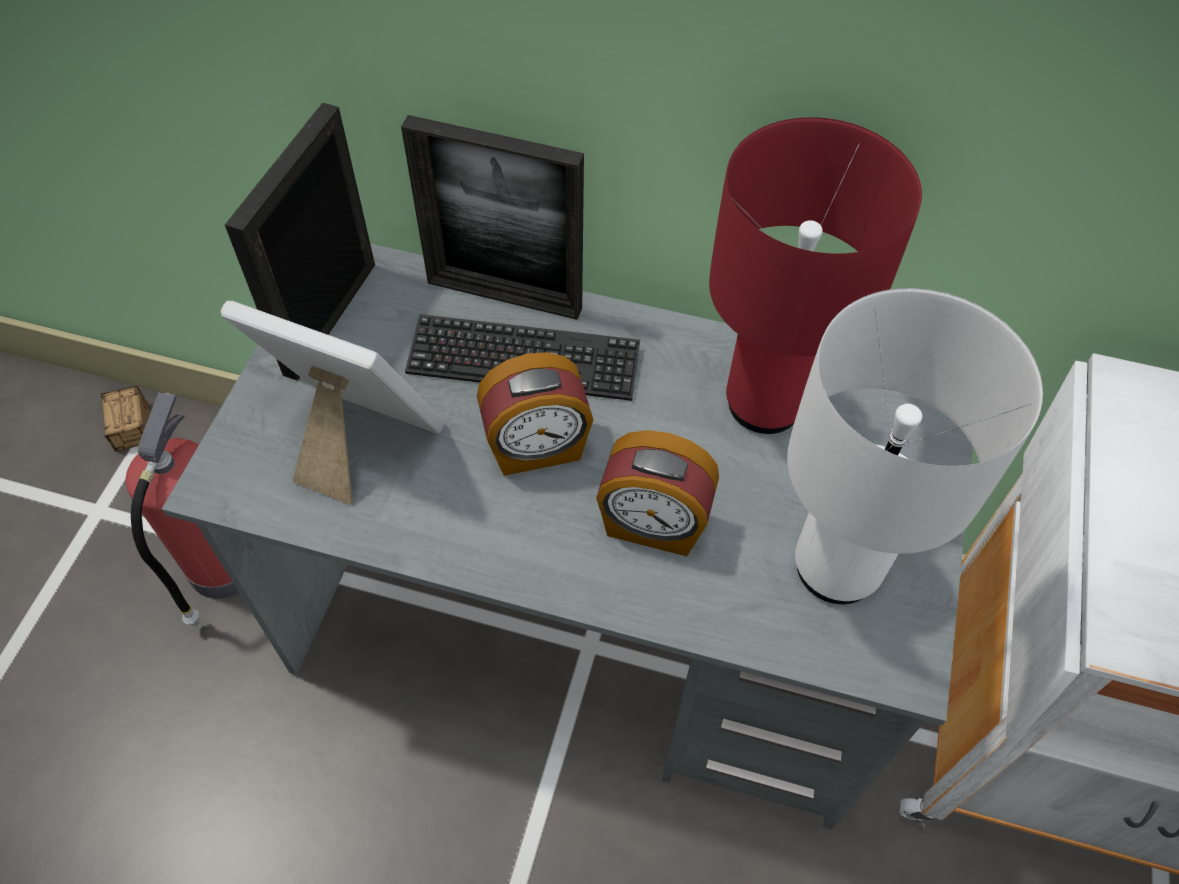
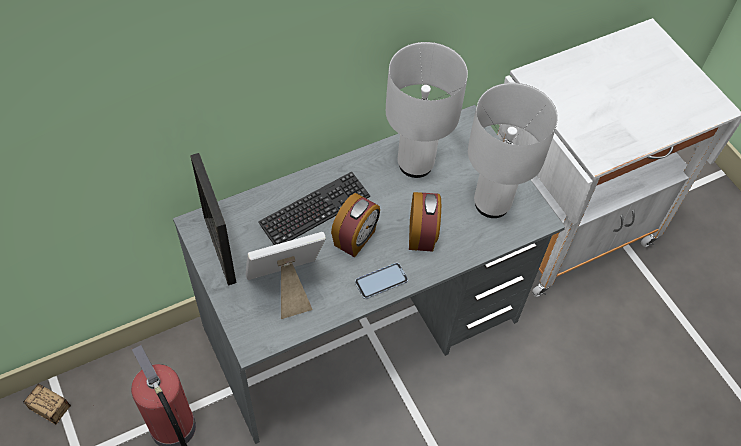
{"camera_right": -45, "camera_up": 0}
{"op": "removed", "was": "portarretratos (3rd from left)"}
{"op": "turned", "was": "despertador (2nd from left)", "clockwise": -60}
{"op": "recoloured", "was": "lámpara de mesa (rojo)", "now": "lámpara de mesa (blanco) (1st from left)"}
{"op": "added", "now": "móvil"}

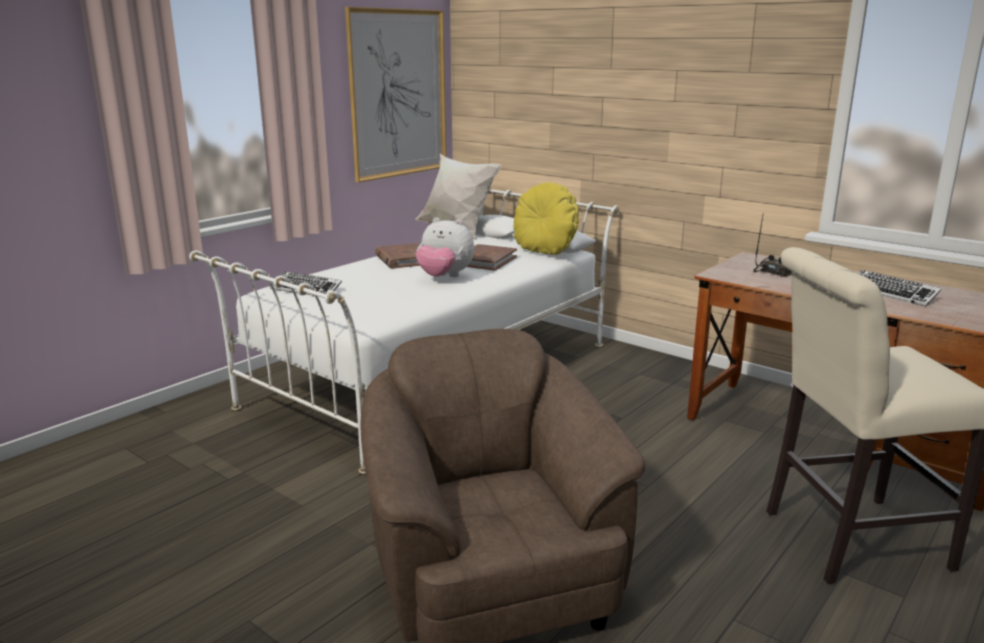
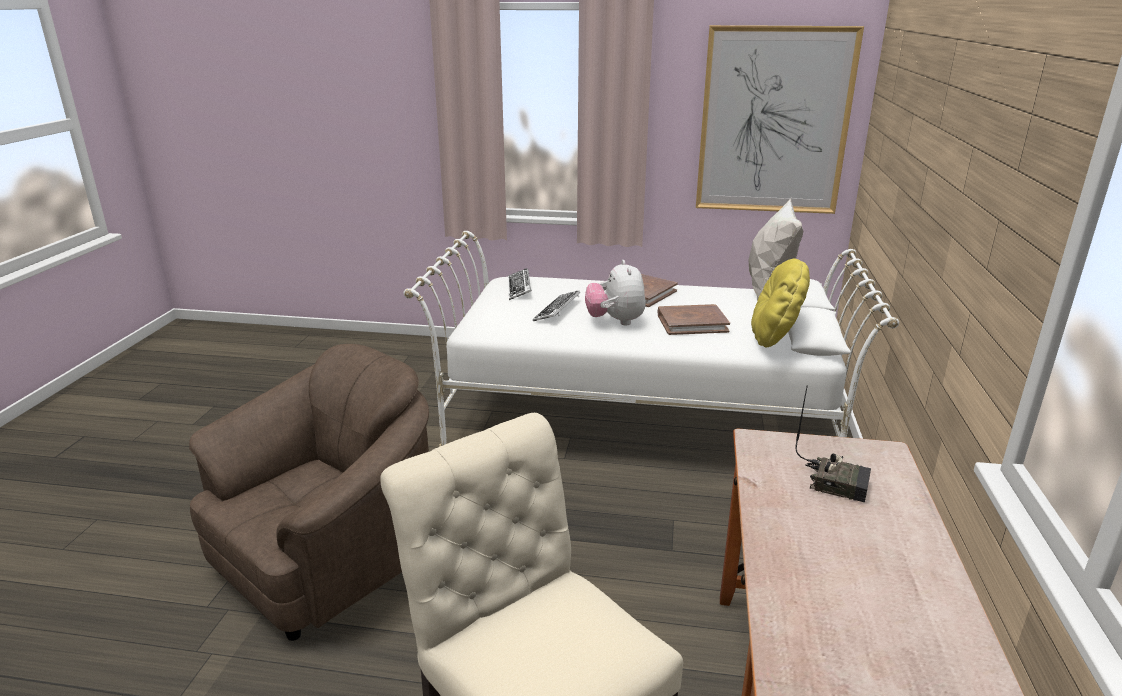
{"camera_right": 60, "camera_up": 5}
{"op": "moved", "was": "teclado (2nd from left)"}

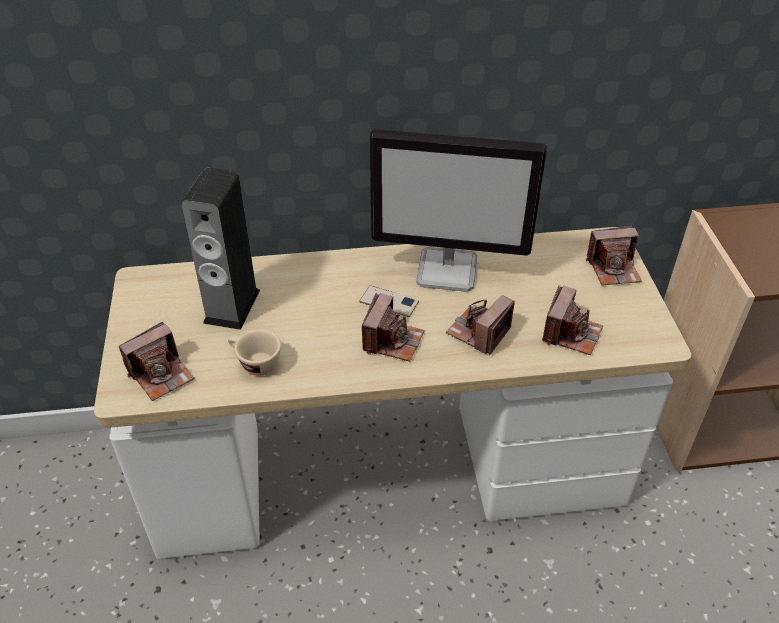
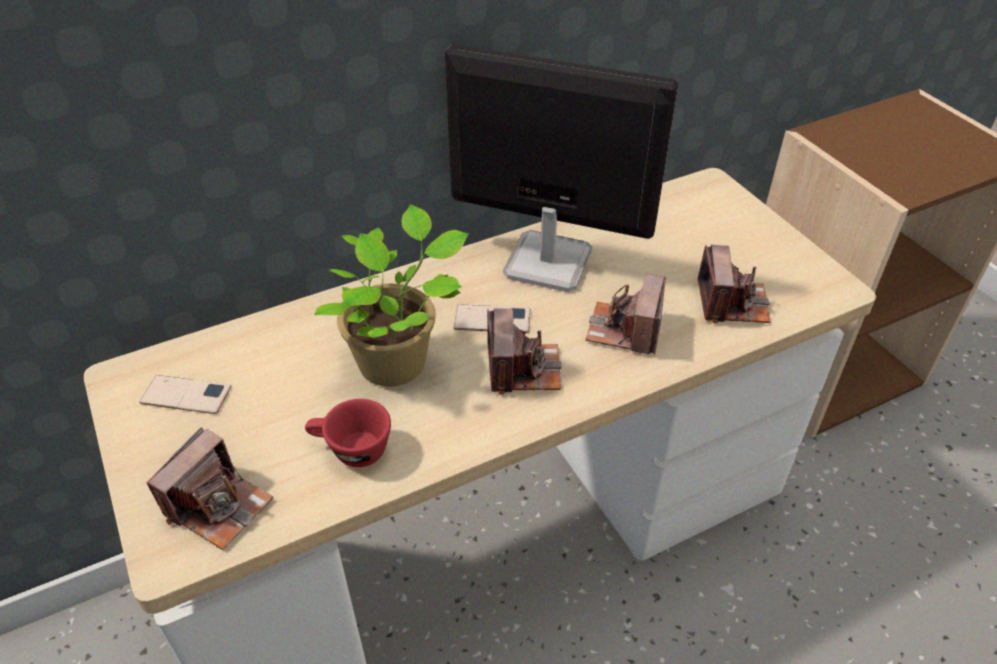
{"camera_right": -20, "camera_up": 0}
{"op": "removed", "was": "altavoz"}
{"op": "recoloured", "was": "taza (beis)", "now": "taza (rojo)"}
{"op": "turned", "was": "monitor", "clockwise": -150}
{"op": "removed", "was": "cámara (5th from left)"}
{"op": "added", "now": "móvil (1st from left)"}
{"op": "added", "now": "planta en maceta"}

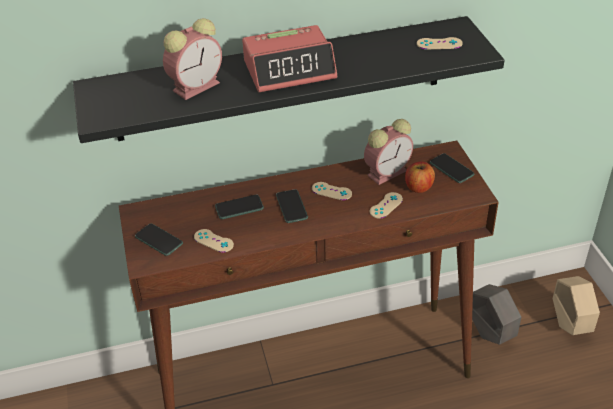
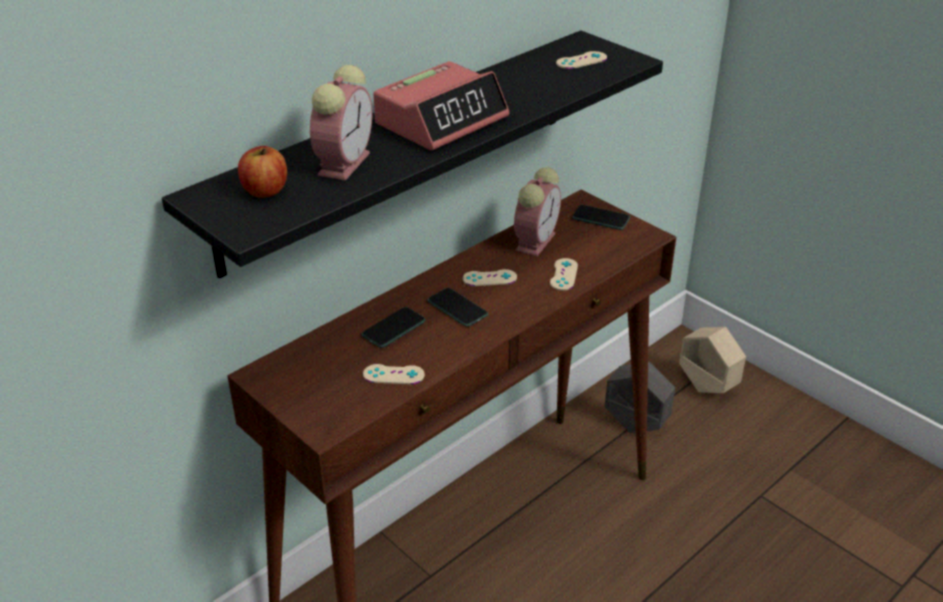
{"camera_right": -30, "camera_up": -5}
{"op": "removed", "was": "móvil (1st from left)"}
{"op": "moved", "was": "manzana"}

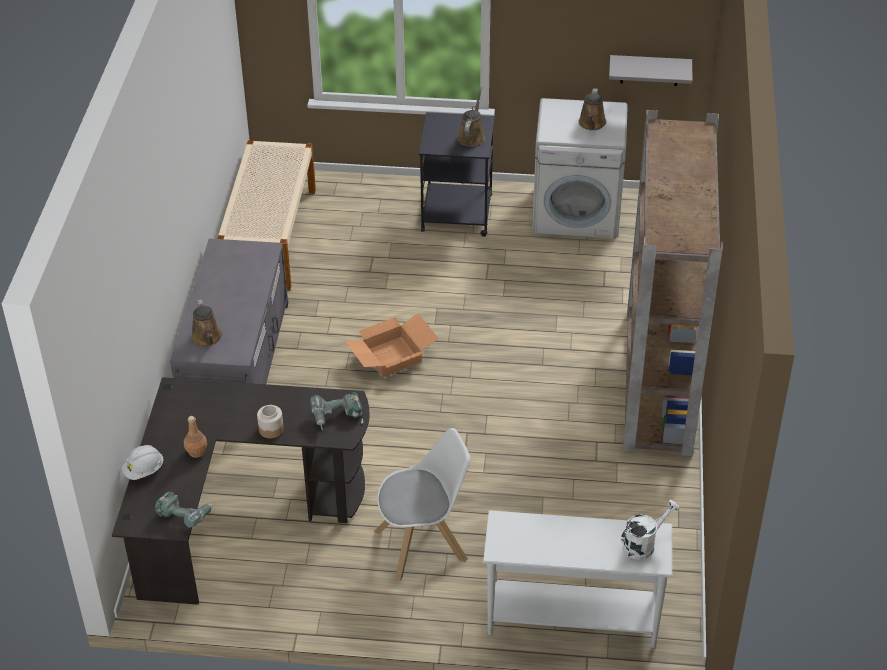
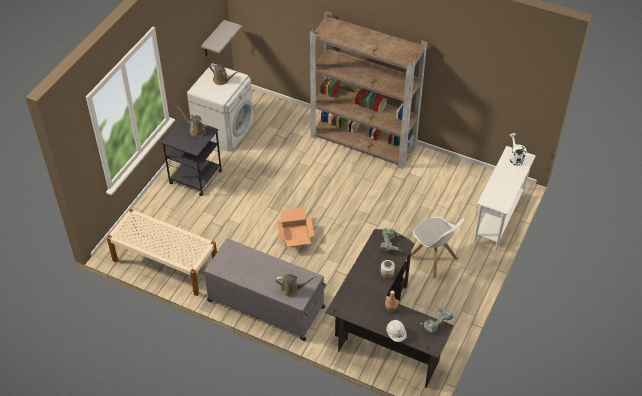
{"camera_right": -70, "camera_up": 5}
{"op": "turned", "was": "silla", "clockwise": 135}

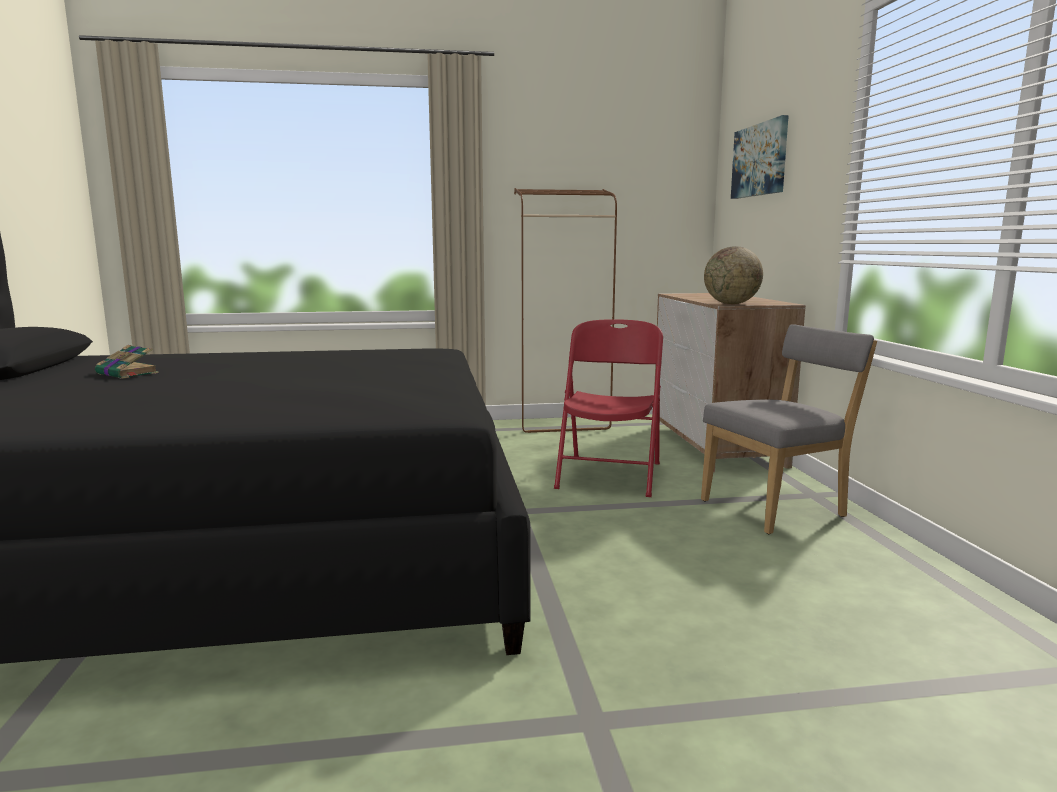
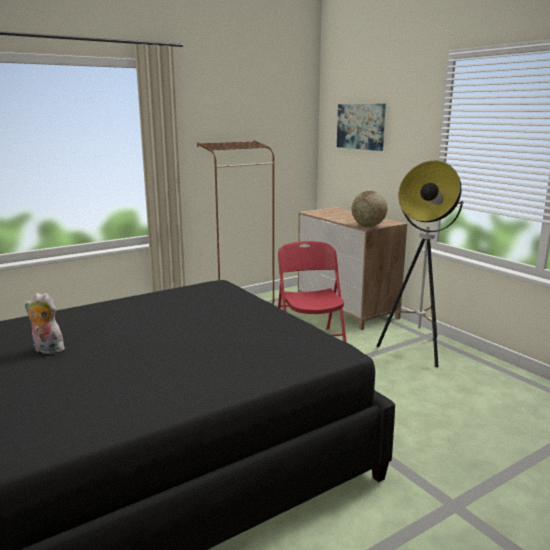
{"camera_right": -25, "camera_up": 5}
{"op": "replaced", "was": "libro", "now": "peluche"}
{"op": "replaced", "was": "silla (gris)", "now": "lámpara de pie"}

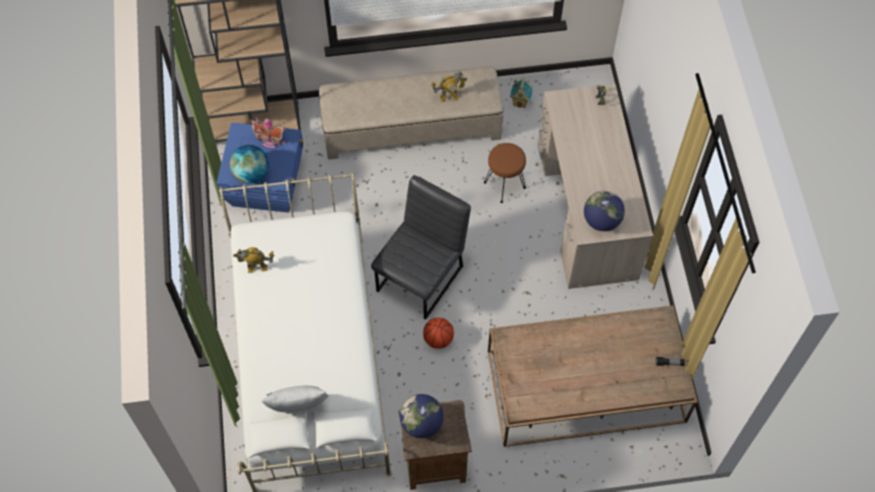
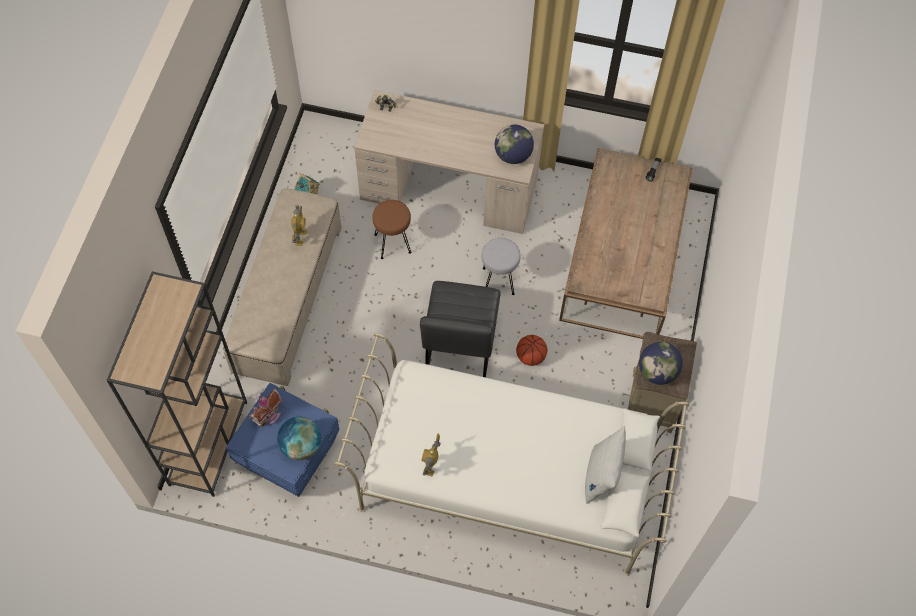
{"camera_right": -70, "camera_up": 0}
{"op": "turned", "was": "silla (gris)", "clockwise": -135}
{"op": "added", "now": "taburete (gris)"}

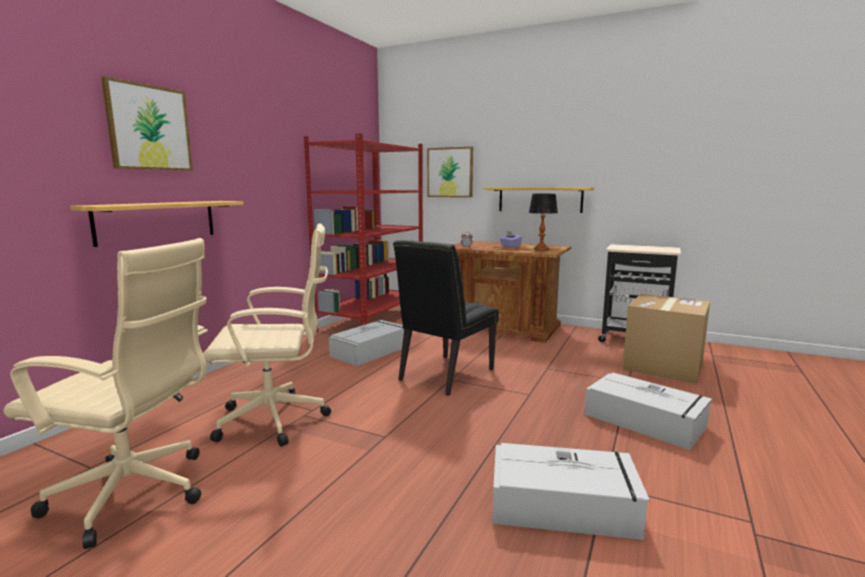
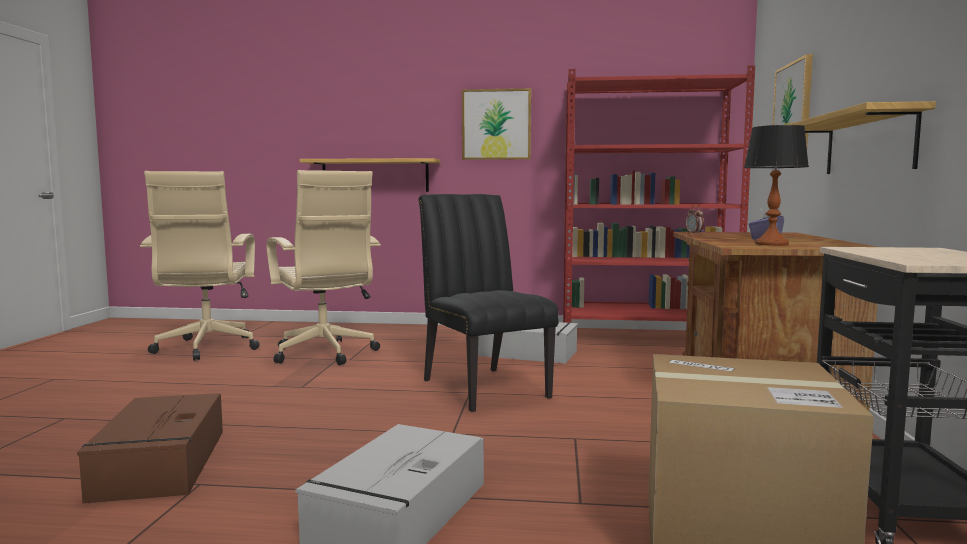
{"camera_right": 70, "camera_up": -5}
{"op": "moved", "was": "cuadro (1st from left)"}
{"op": "turned", "was": "silla (negro)", "clockwise": 45}
{"op": "recoloured", "was": "caja de almacenaje (gris) (2nd from left)", "now": "caja de almacenaje (marrón)"}

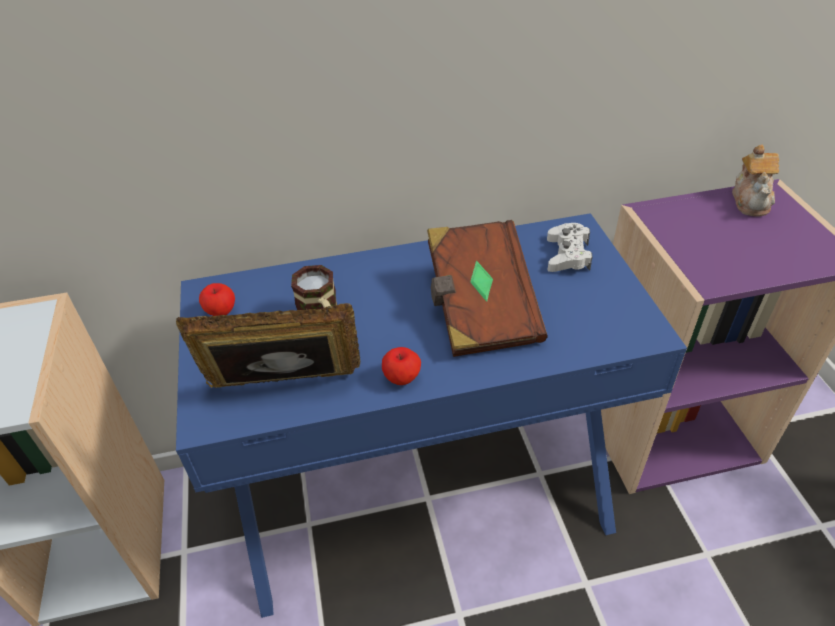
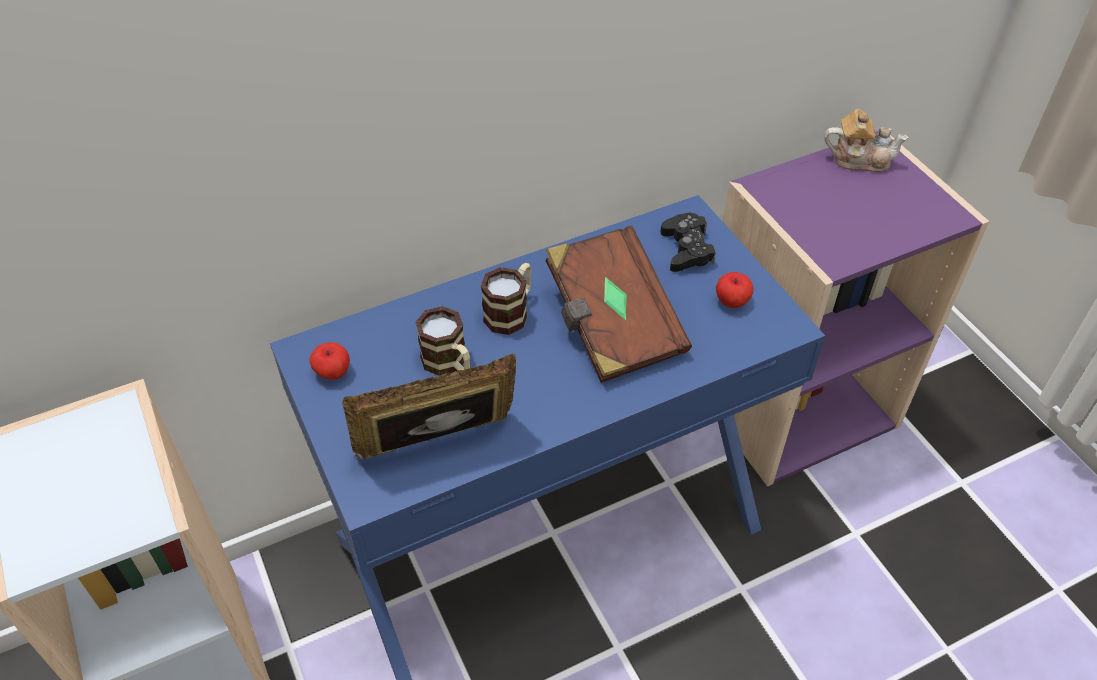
{"camera_right": -15, "camera_up": 5}
{"op": "moved", "was": "manzana (2nd from left)"}
{"op": "recoloured", "was": "mando de consola (blanco)", "now": "mando de consola (negro)"}
{"op": "turned", "was": "tetera", "clockwise": -75}
{"op": "added", "now": "taza grande (2nd from left)"}

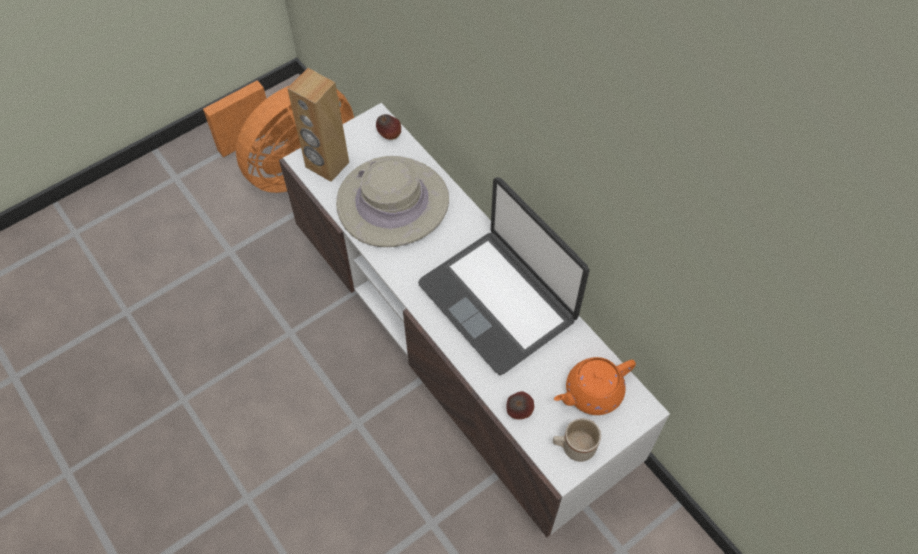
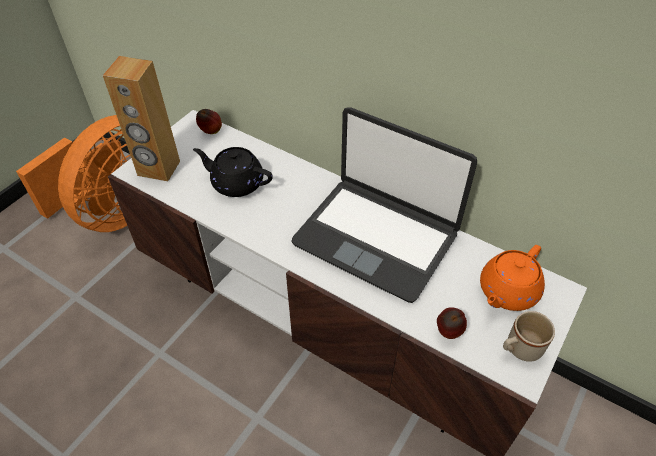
{"camera_right": -20, "camera_up": -10}
{"op": "replaced", "was": "sombrero (beis)", "now": "tetera (negro)"}

